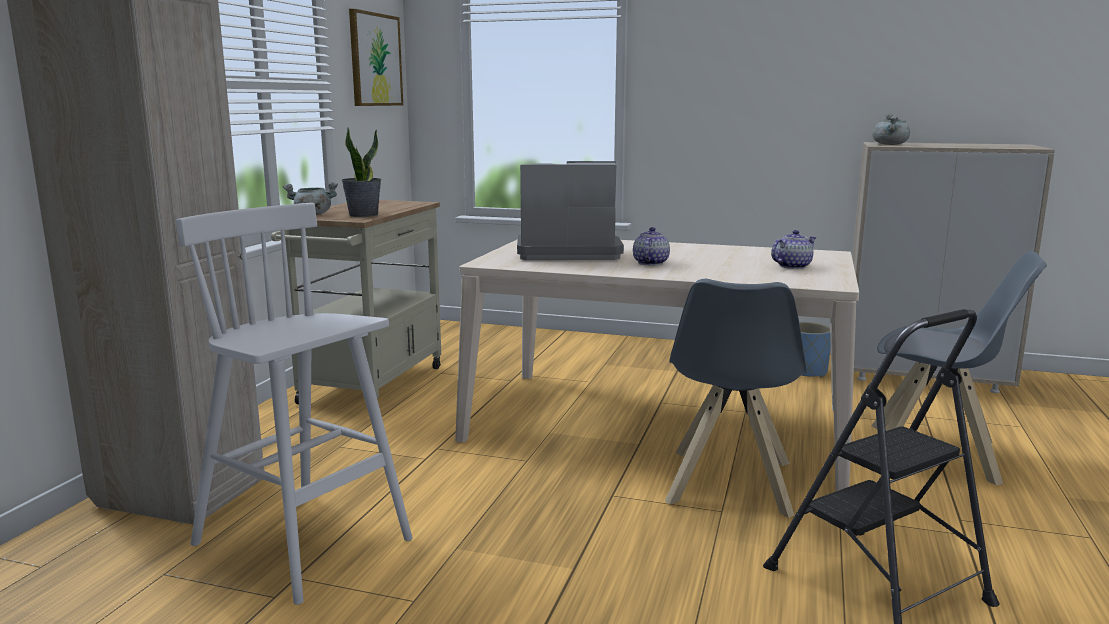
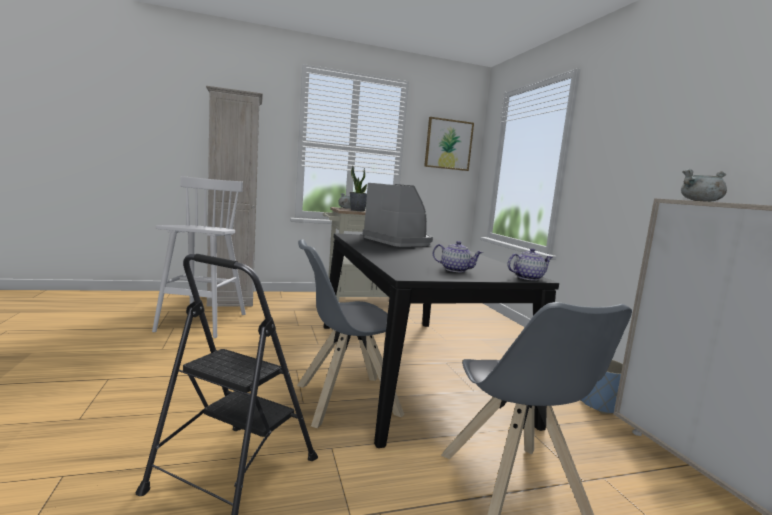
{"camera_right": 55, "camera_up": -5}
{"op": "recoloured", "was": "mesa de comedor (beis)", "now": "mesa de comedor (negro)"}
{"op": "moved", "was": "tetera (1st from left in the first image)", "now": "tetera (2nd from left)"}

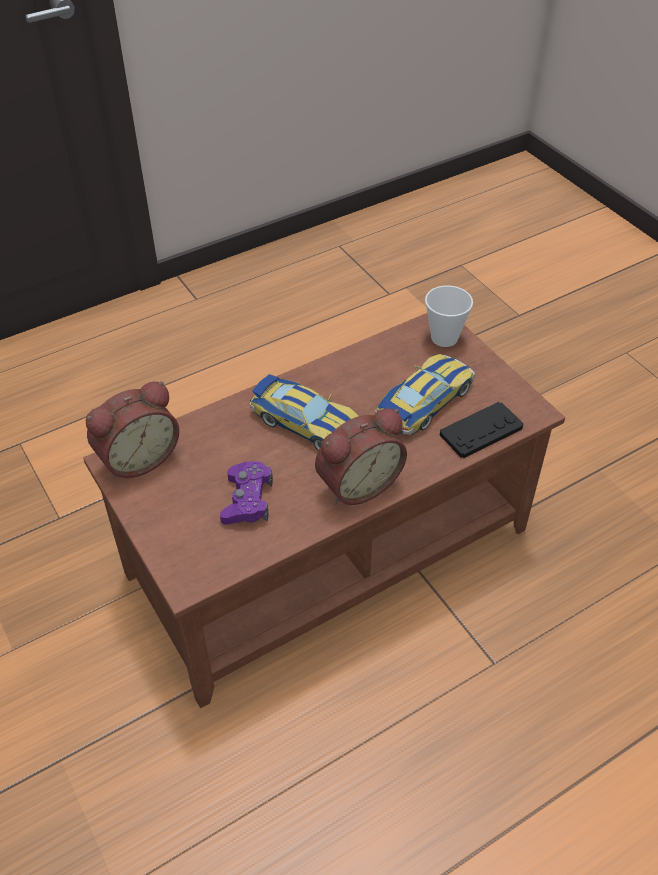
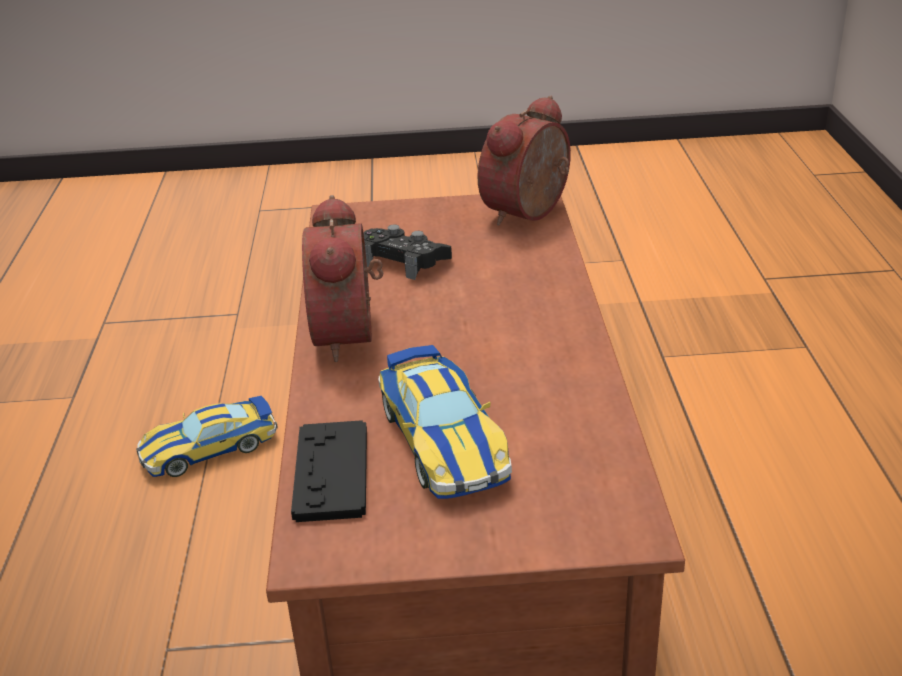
{"camera_right": 120, "camera_up": -15}
{"op": "turned", "was": "despertador (1st from left in the first image)", "clockwise": 45}
{"op": "recoloured", "was": "mando de consola (morado)", "now": "mando de consola (negro) (2nd from left)"}
{"op": "moved", "was": "coche de juguete (1st from left)"}
{"op": "removed", "was": "taza"}

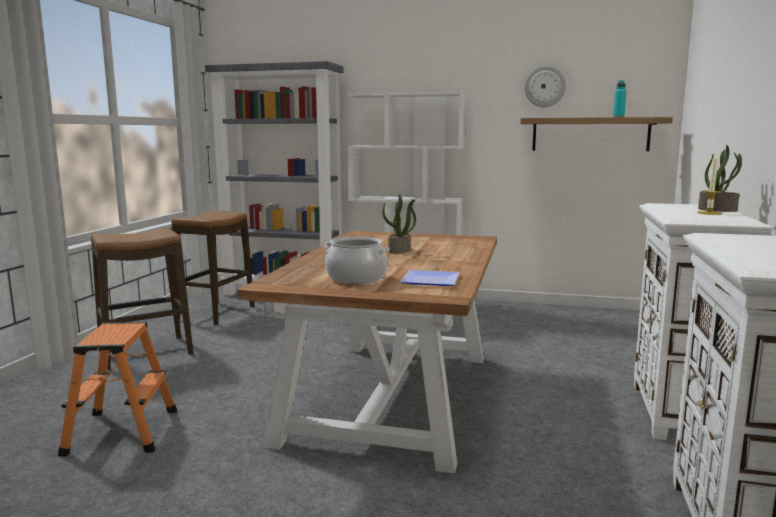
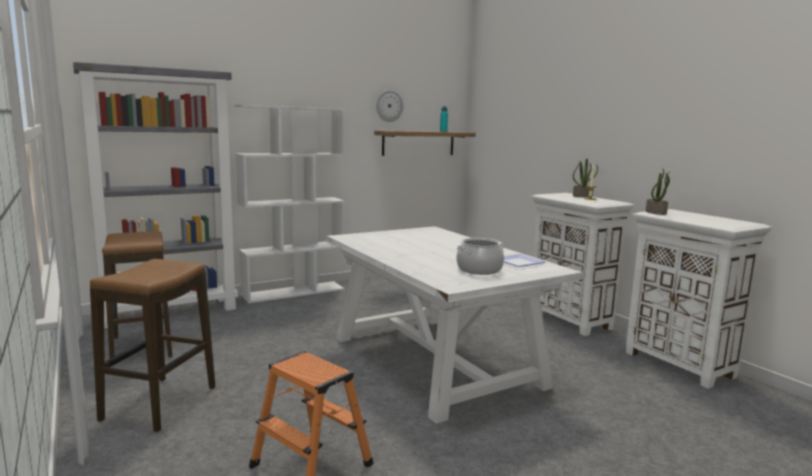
{"camera_right": -45, "camera_up": 0}
{"op": "recoloured", "was": "mesa de comedor (marrón)", "now": "mesa de comedor (blanco)"}
{"op": "moved", "was": "planta en maceta (1st from left in the first image)", "now": "planta en maceta (2nd from left)"}

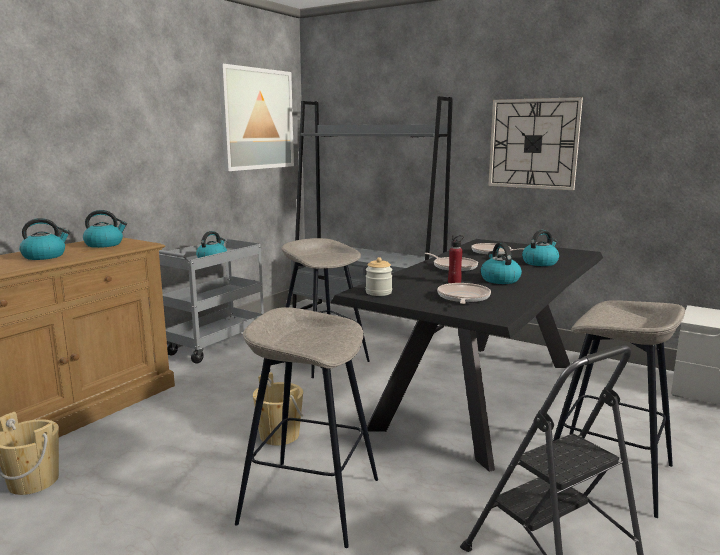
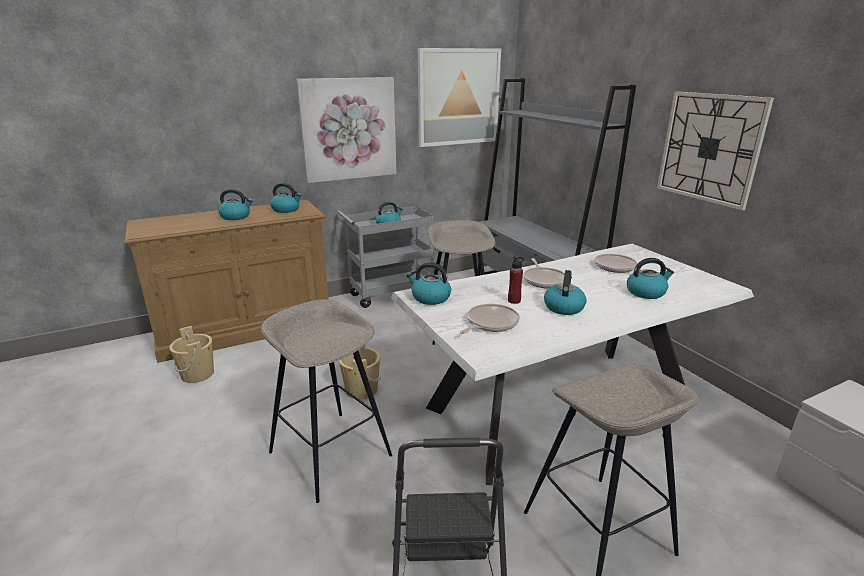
{"camera_right": 30, "camera_up": 10}
{"op": "recoloured", "was": "mesa de comedor (negro)", "now": "mesa de comedor (blanco)"}
{"op": "replaced", "was": "tarro", "now": "hervidor (4th from left)"}
{"op": "added", "now": "cuadro (1st from left)"}

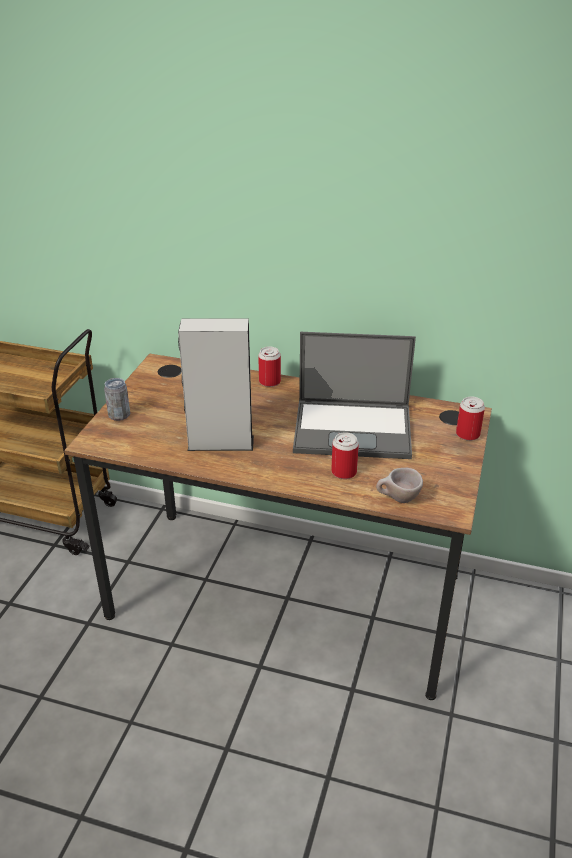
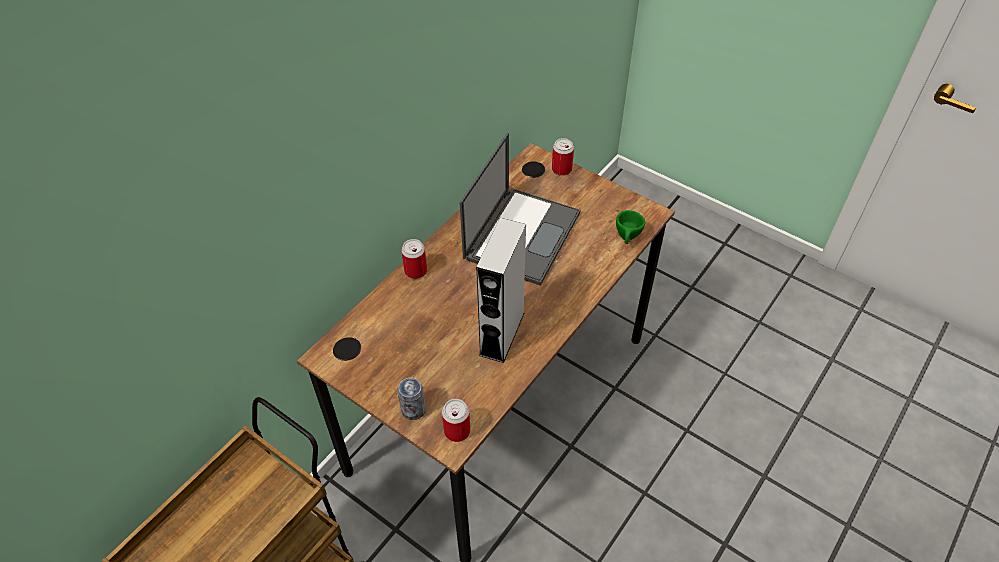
{"camera_right": -70, "camera_up": 15}
{"op": "moved", "was": "lata (3rd from left)"}
{"op": "recoloured", "was": "taza (beis)", "now": "taza (verde)"}

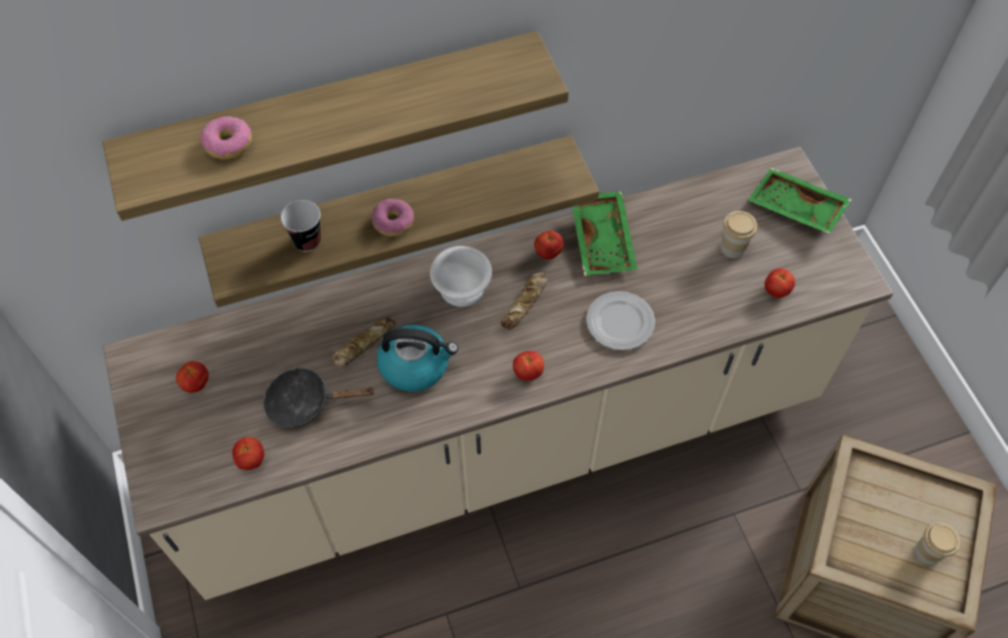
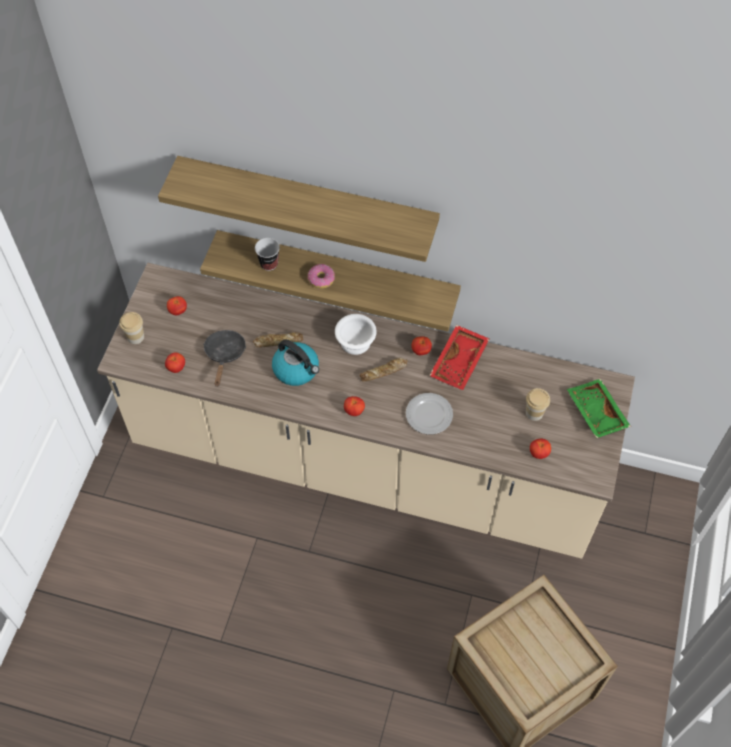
{"camera_right": 35, "camera_up": 0}
{"op": "removed", "was": "rosquilla (1st from left)"}
{"op": "turned", "was": "sartén (negro)", "clockwise": 60}
{"op": "recoloured", "was": "bandeja (verde) (1st from left)", "now": "bandeja (rojo)"}
{"op": "moved", "was": "taza (3rd from left in the first image)", "now": "taza (1st from left)"}

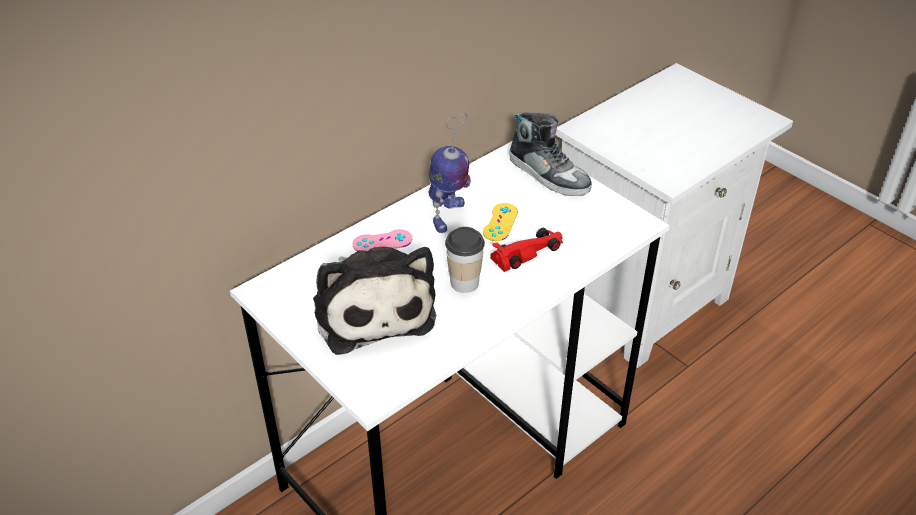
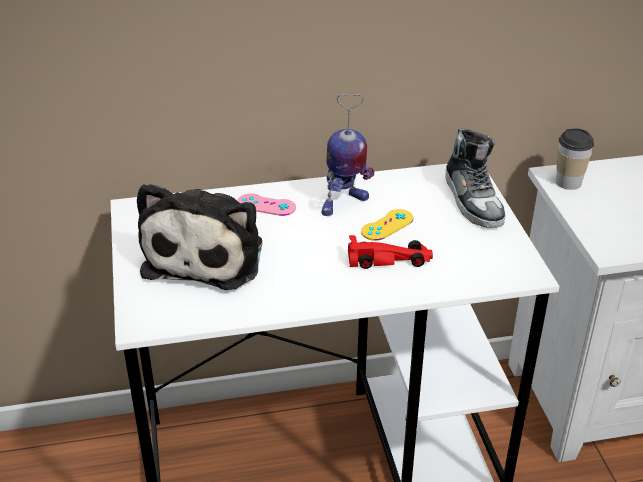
{"camera_right": 30, "camera_up": -5}
{"op": "moved", "was": "taza"}

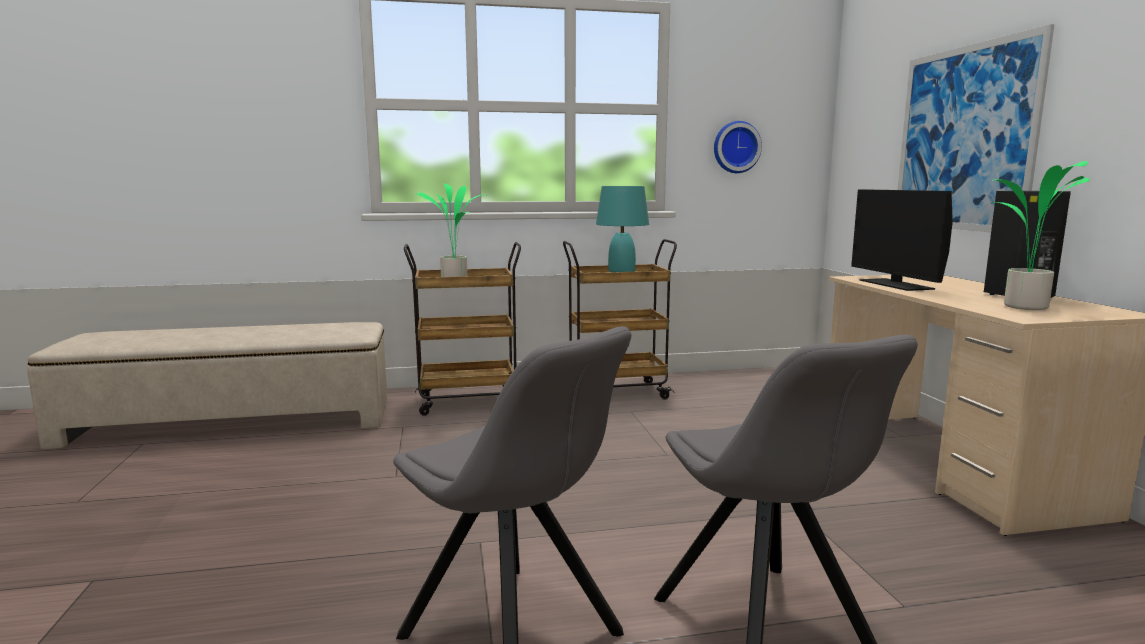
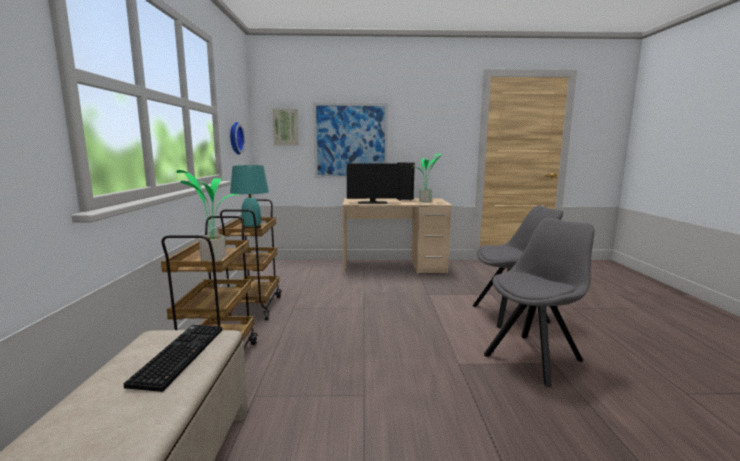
{"camera_right": -80, "camera_up": 0}
{"op": "added", "now": "teclado"}
{"op": "added", "now": "cuadro (1st from left)"}

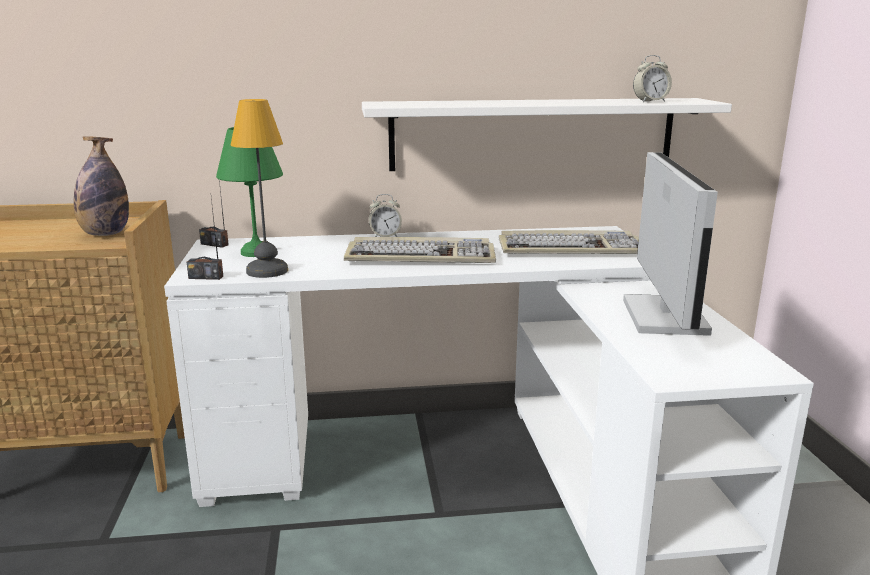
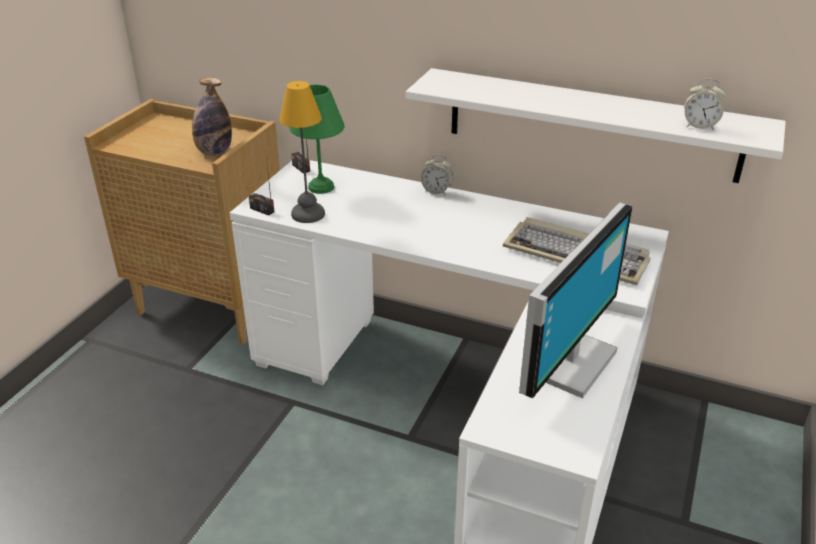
{"camera_right": 30, "camera_up": 15}
{"op": "removed", "was": "teclado (1st from left)"}

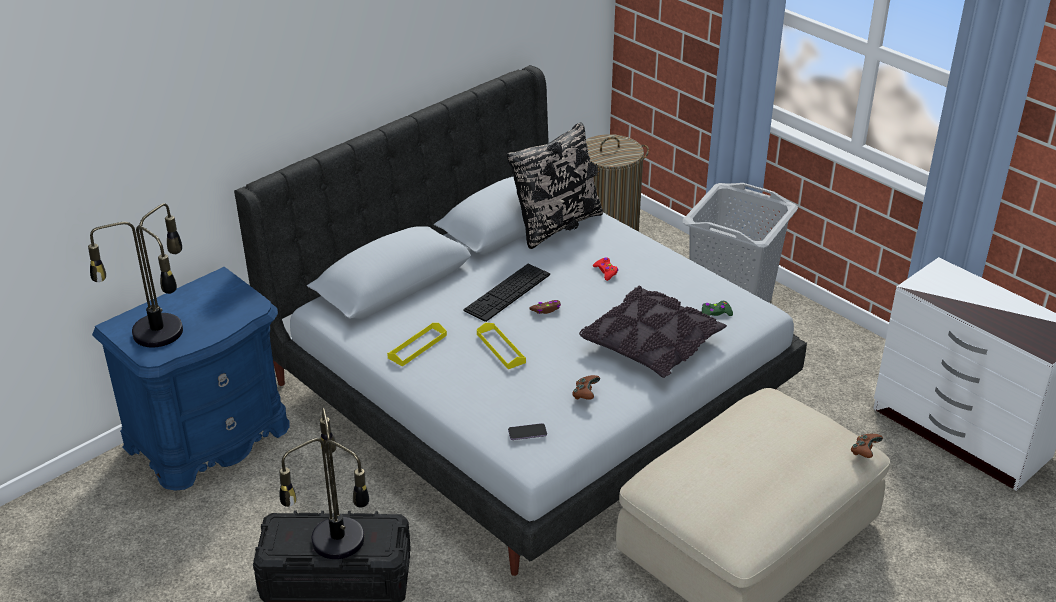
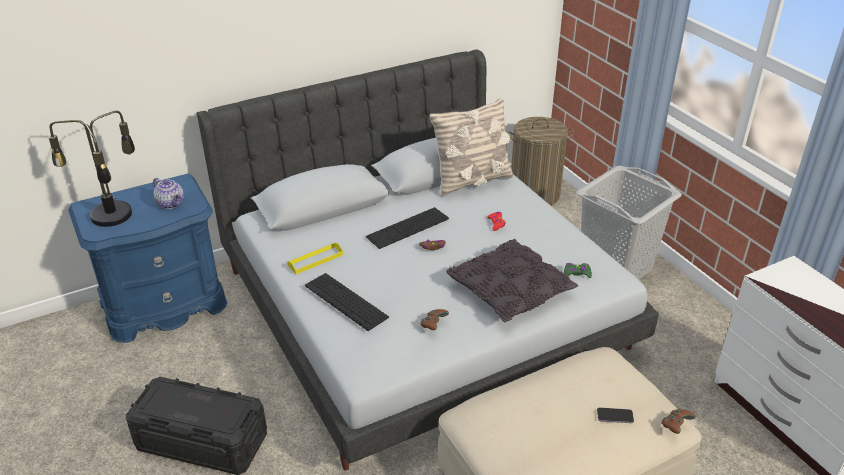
{"camera_right": 15, "camera_up": 0}
{"op": "removed", "was": "lámpara de mesa (2nd from left)"}
{"op": "removed", "was": "bandeja (amarillo) (2nd from left)"}
{"op": "recoloured", "was": "cojín (negro) (1st from left)", "now": "cojín (beis)"}
{"op": "moved", "was": "móvil"}
{"op": "added", "now": "tetera"}
{"op": "added", "now": "teclado (1st from left)"}

